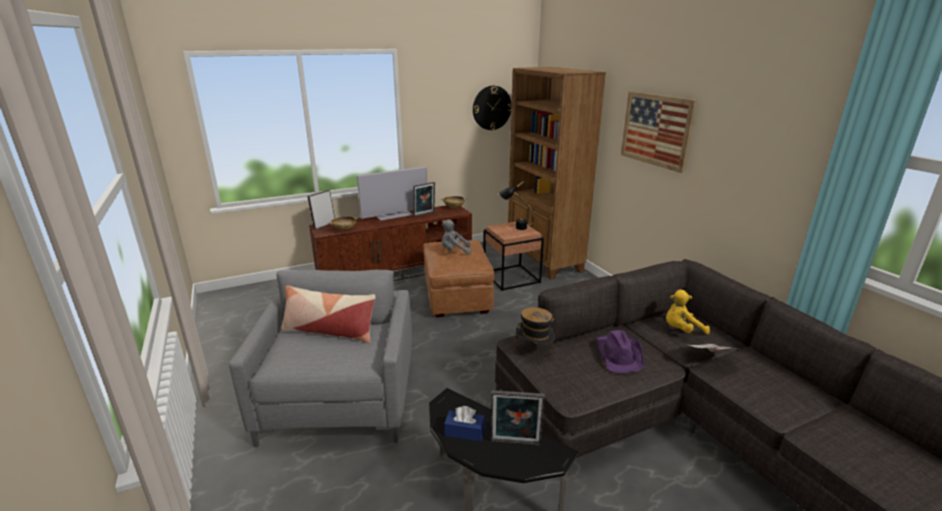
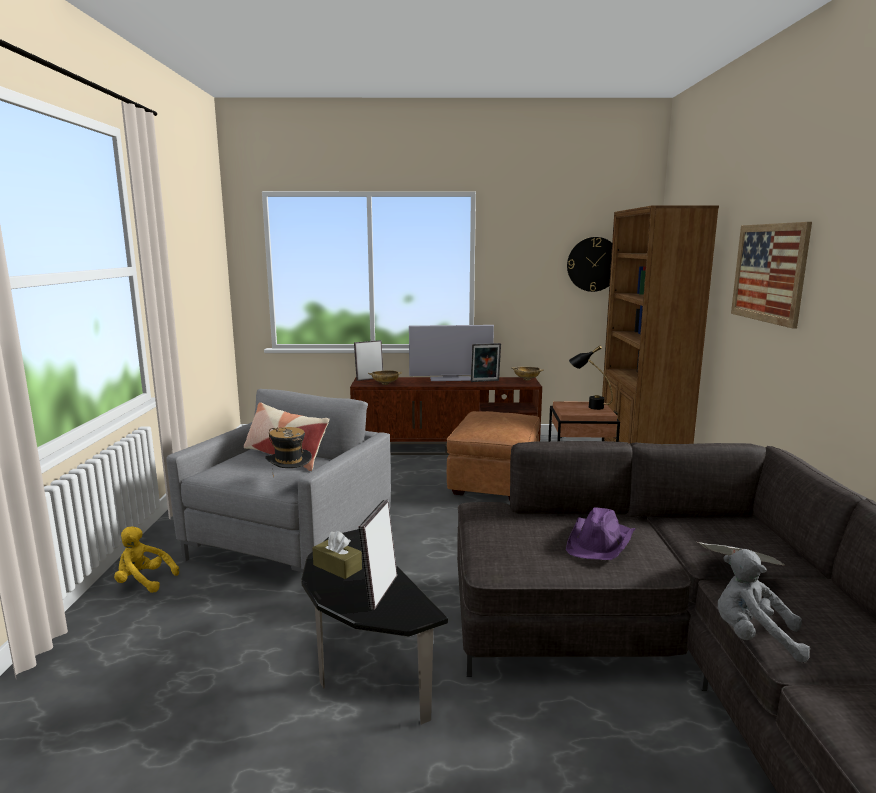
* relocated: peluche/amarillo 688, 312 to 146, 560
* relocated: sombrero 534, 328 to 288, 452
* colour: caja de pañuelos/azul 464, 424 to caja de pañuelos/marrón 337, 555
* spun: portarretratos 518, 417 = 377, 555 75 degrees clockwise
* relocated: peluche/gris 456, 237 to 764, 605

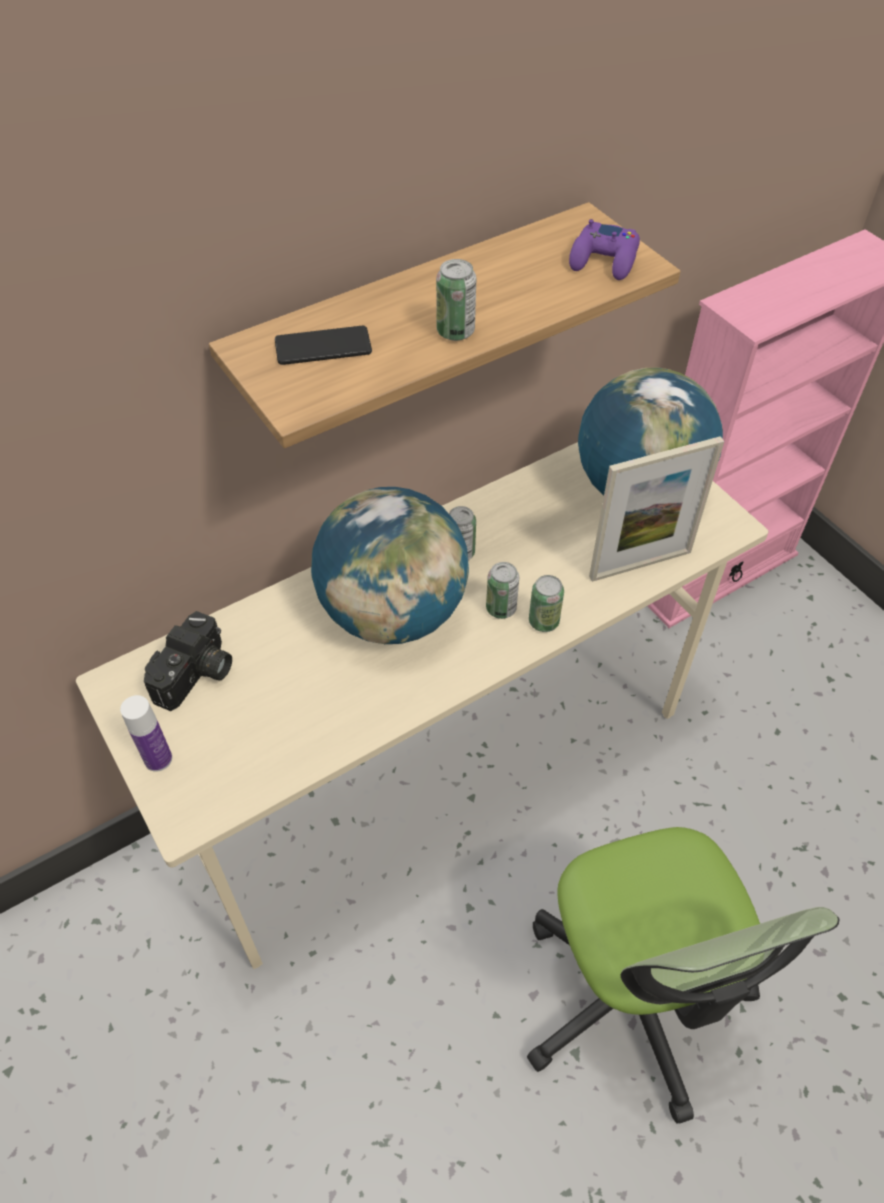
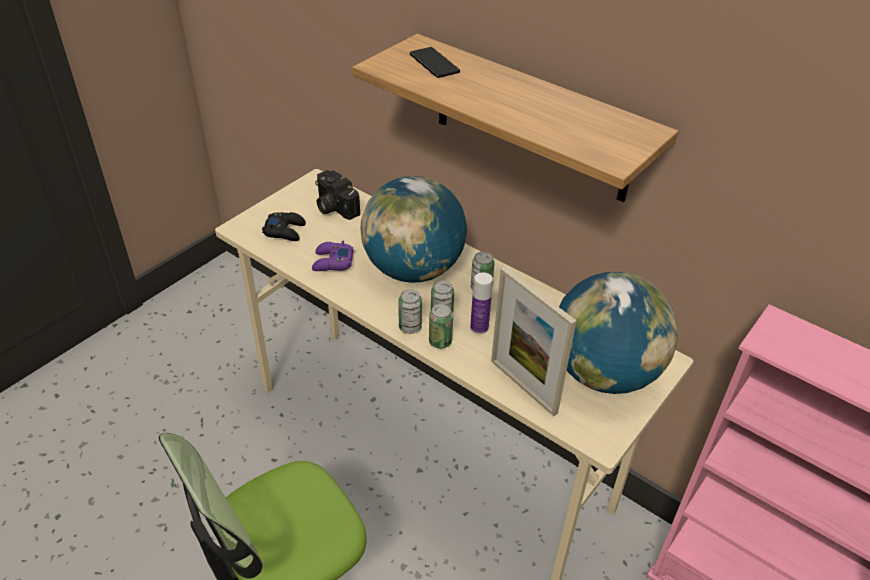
* appeared: mando de consola/negro 284, 226
* relocated: mando de consola/morado 604, 249 to 333, 256
* spun: cámara 188, 661 = 337, 195 45 degrees clockwise
* relocated: lata 456, 300 to 410, 311
* relocated: botella 146, 733 to 481, 303

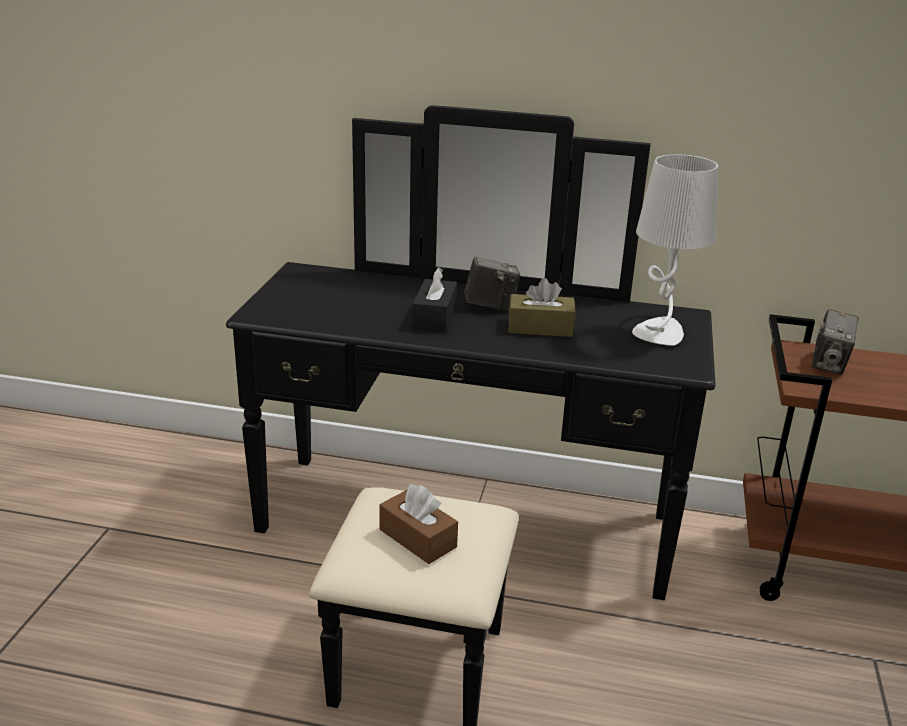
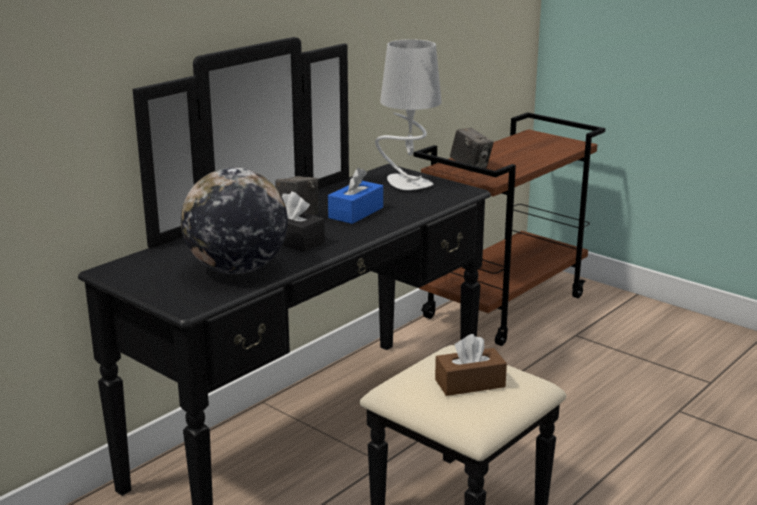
* appeared: globo terráqueo 234, 221
* colour: caja de pañuelos/marrón 542, 307 to caja de pañuelos/azul 355, 196

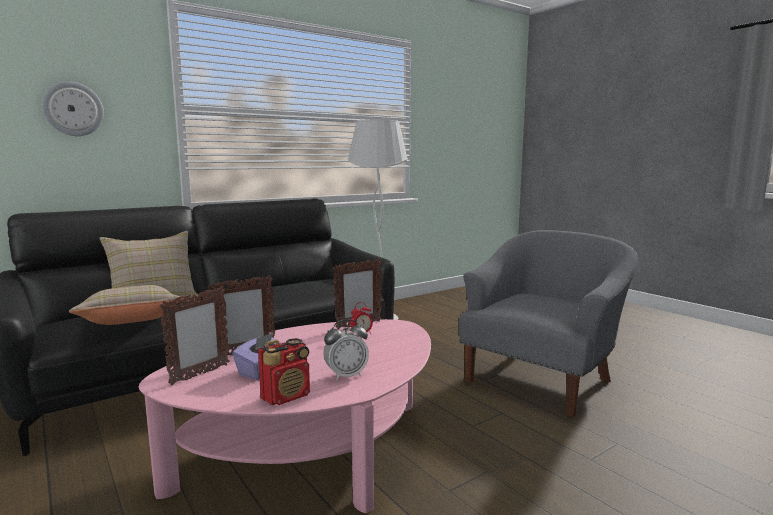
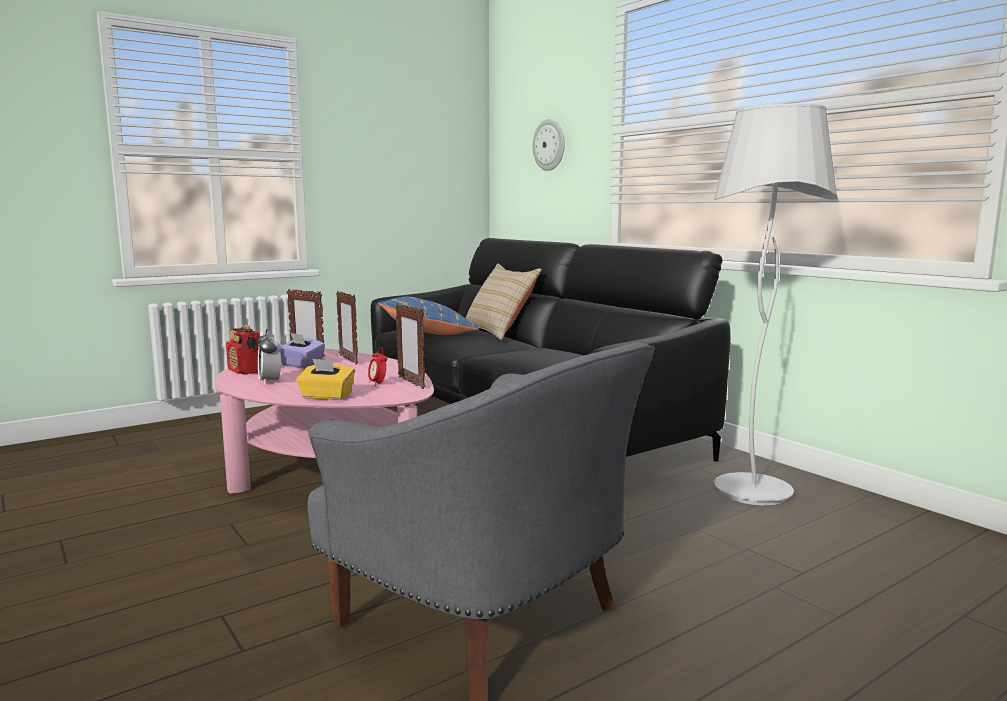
* appeared: caja de pañuelos/amarillo 325, 379
* colour: cojín/beis 126, 305 to cojín/azul 428, 316

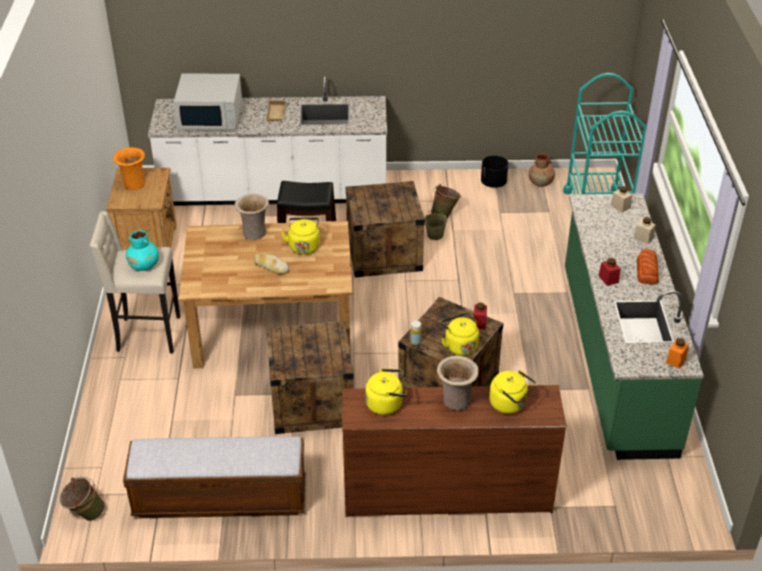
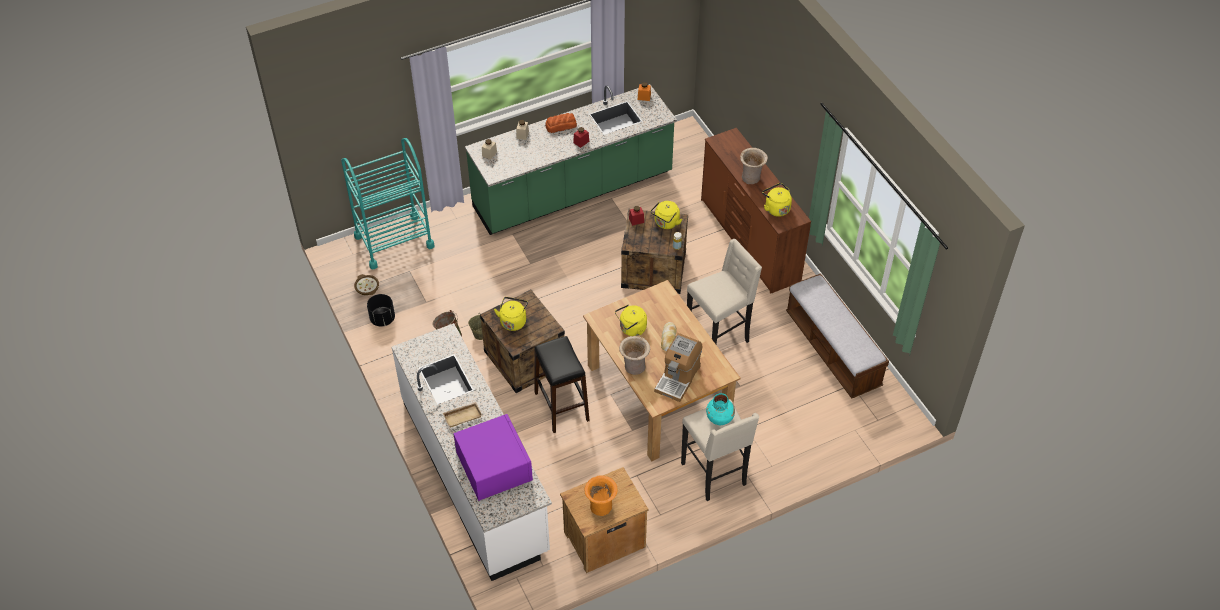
* exchanged: florero/marrón 542, 170 to cuenco 366, 284
* colour: microondas/blanco 207, 101 to microondas/morado 493, 457
* relocated: hervidor/amarillo 512, 392 to 511, 314
* appeared: cafetera 678, 367
* exchanged: caja de embalaje 310, 377 to taburete/beis 724, 291
* missing: cubo/verde 82, 499

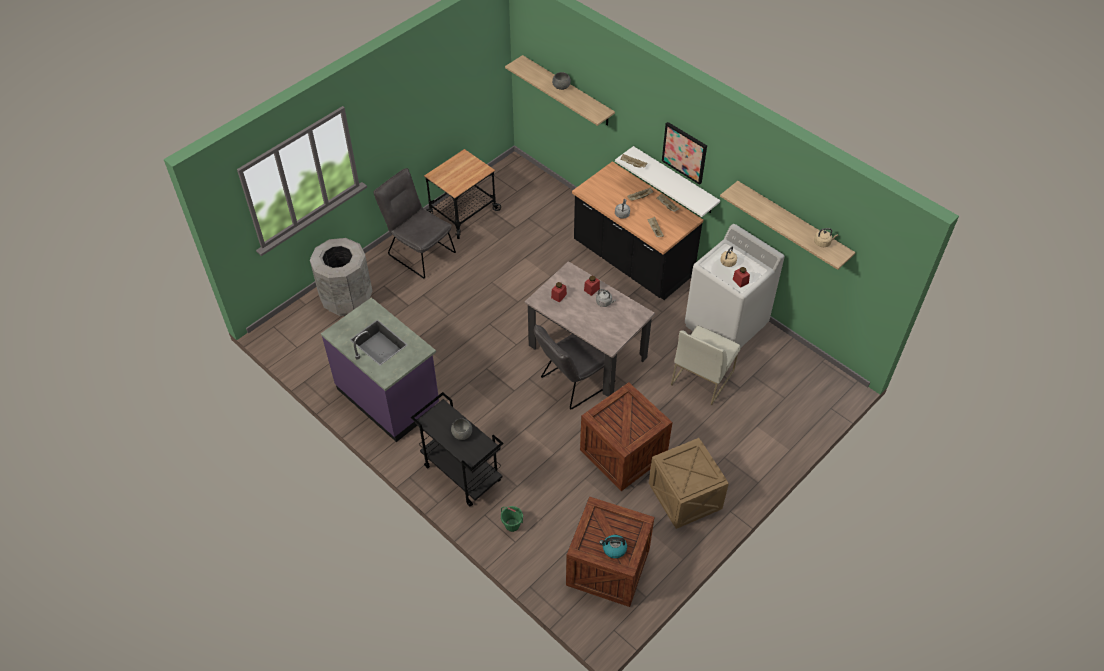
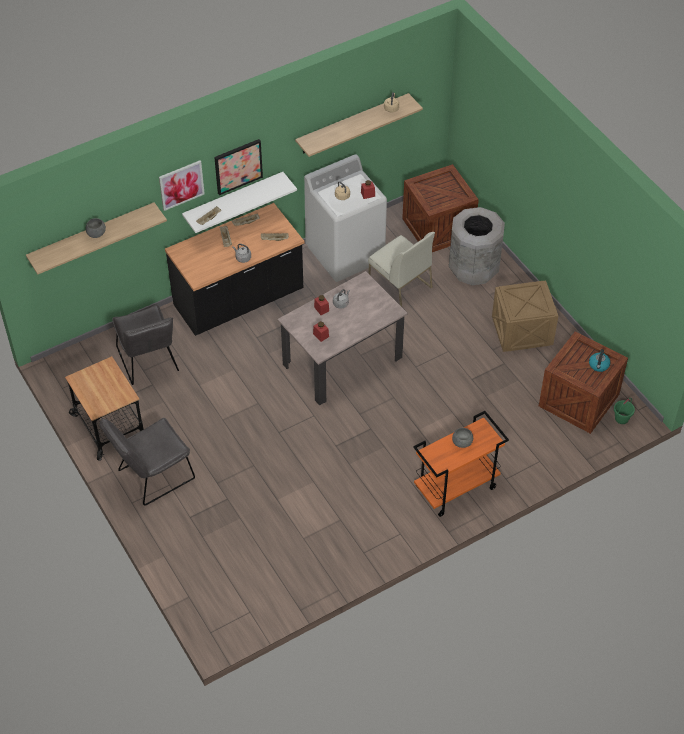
* relocated: silla/gris 569, 366 to 145, 345
* appeared: cuadro 182, 185
* relocated: caja de embalaje 626, 436 to 440, 208
* colour: carrito/negro 457, 449 to carrito/naranja 461, 464
* relocated: papelera/gris 341, 277 to 477, 246
* relocated: cubo/verde 512, 519 to 624, 411
* missing: mueble bajo de cocina/morado 380, 369

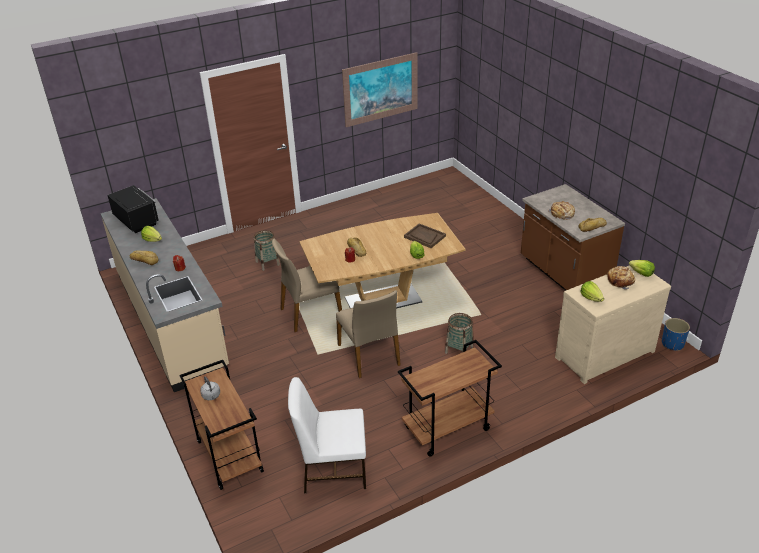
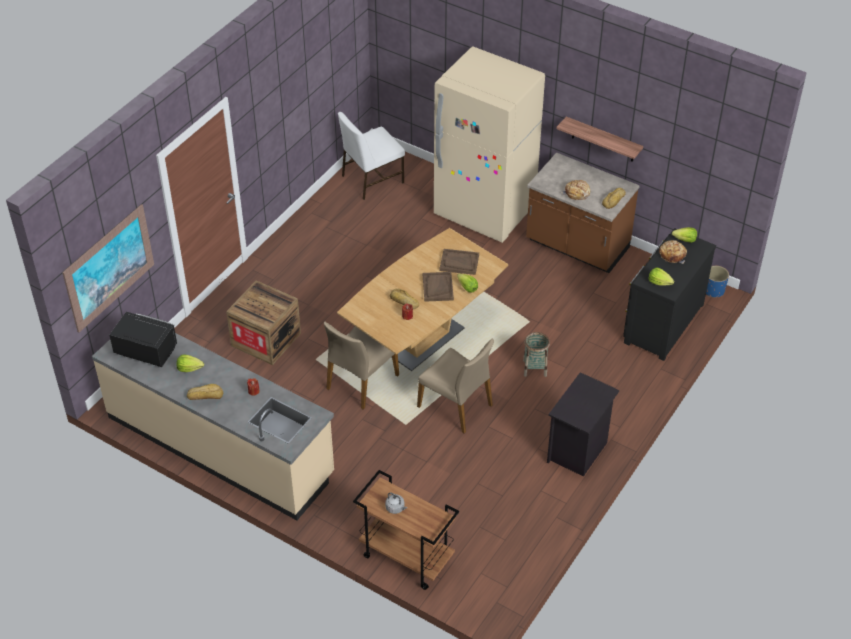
* relocated: cuadro 379, 89 to 108, 268
* exchanged: cesta 267, 250 to caja de embalaje 263, 322
* relocated: silla/blanco 327, 435 to 371, 156
* appeared: bandeja/marrón 438, 287
* appeared: nevera/beis 489, 145
* exchanged: carrito/marrón 450, 398 to mesita de noche/negro 583, 424
* appeared: estante 599, 139
* colour: cómoda/beis 613, 324 to cómoda/negro 669, 294

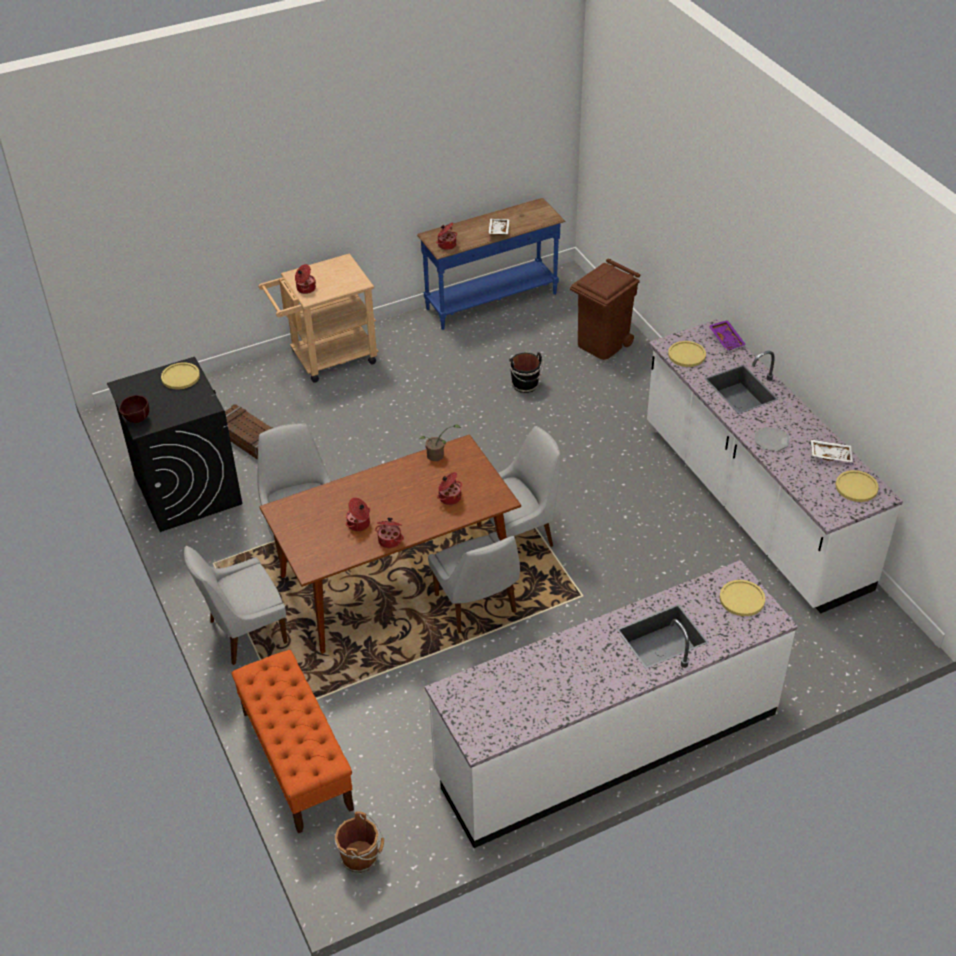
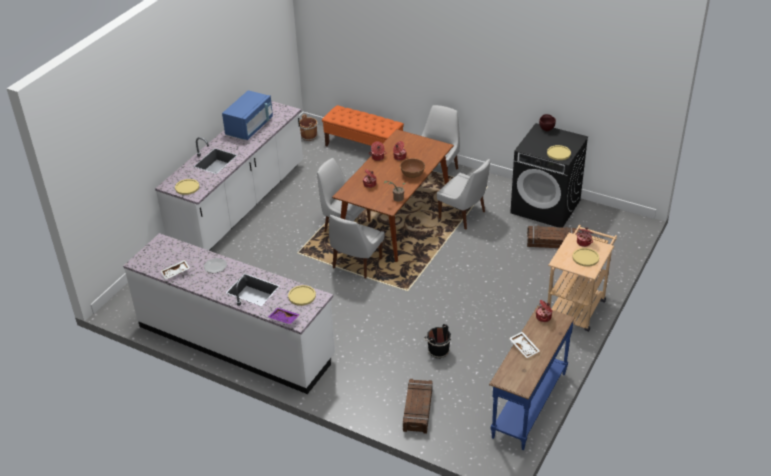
* appeared: microondas/azul 247, 115
* appeared: cuenco/marrón 412, 168
* exchanged: papelera/marrón 605, 309 to caja de embalaje 418, 406
* relocated: plato/amarillo 857, 486 to 586, 257

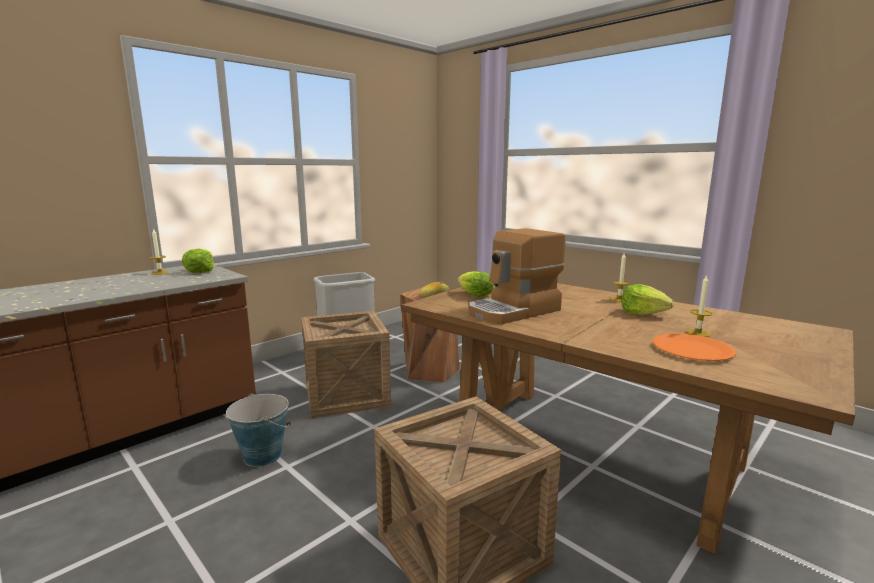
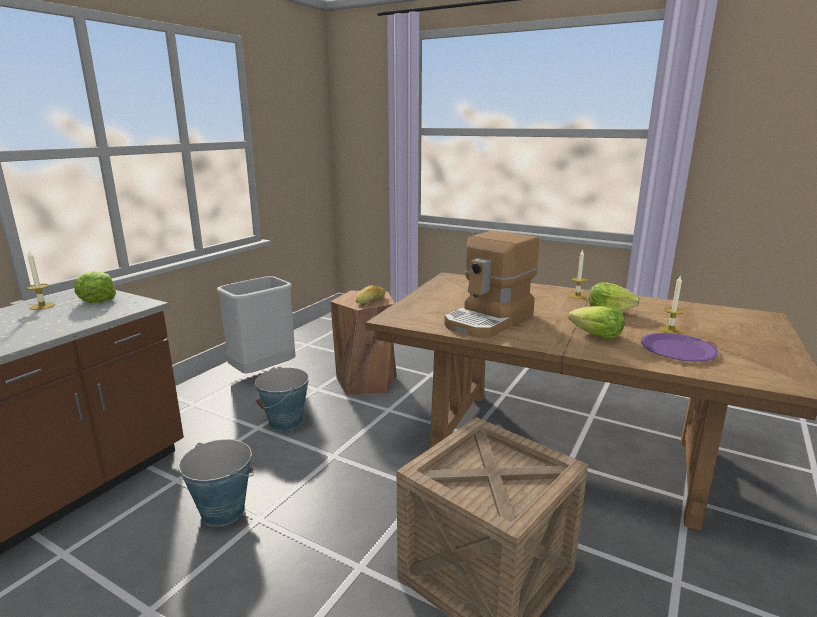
* exchanged: caja de embalaje 346, 365 to cubo 282, 399
* relocated: lechuga 476, 284 to 597, 322
* colour: plato/naranja 694, 347 to plato/morado 679, 347

